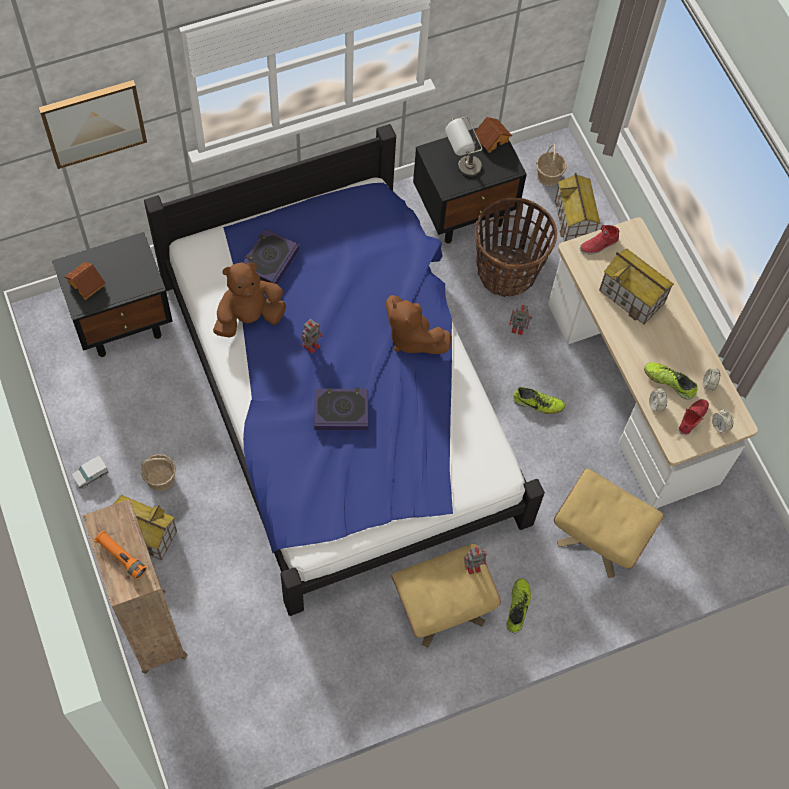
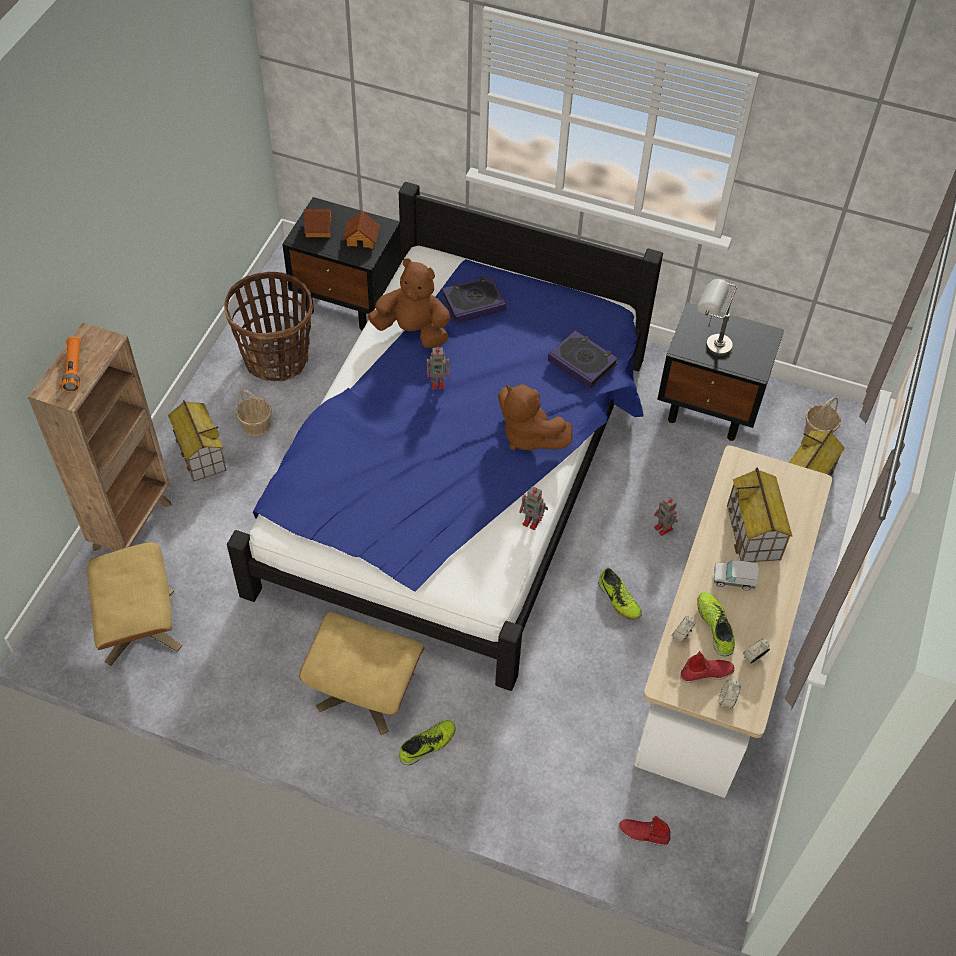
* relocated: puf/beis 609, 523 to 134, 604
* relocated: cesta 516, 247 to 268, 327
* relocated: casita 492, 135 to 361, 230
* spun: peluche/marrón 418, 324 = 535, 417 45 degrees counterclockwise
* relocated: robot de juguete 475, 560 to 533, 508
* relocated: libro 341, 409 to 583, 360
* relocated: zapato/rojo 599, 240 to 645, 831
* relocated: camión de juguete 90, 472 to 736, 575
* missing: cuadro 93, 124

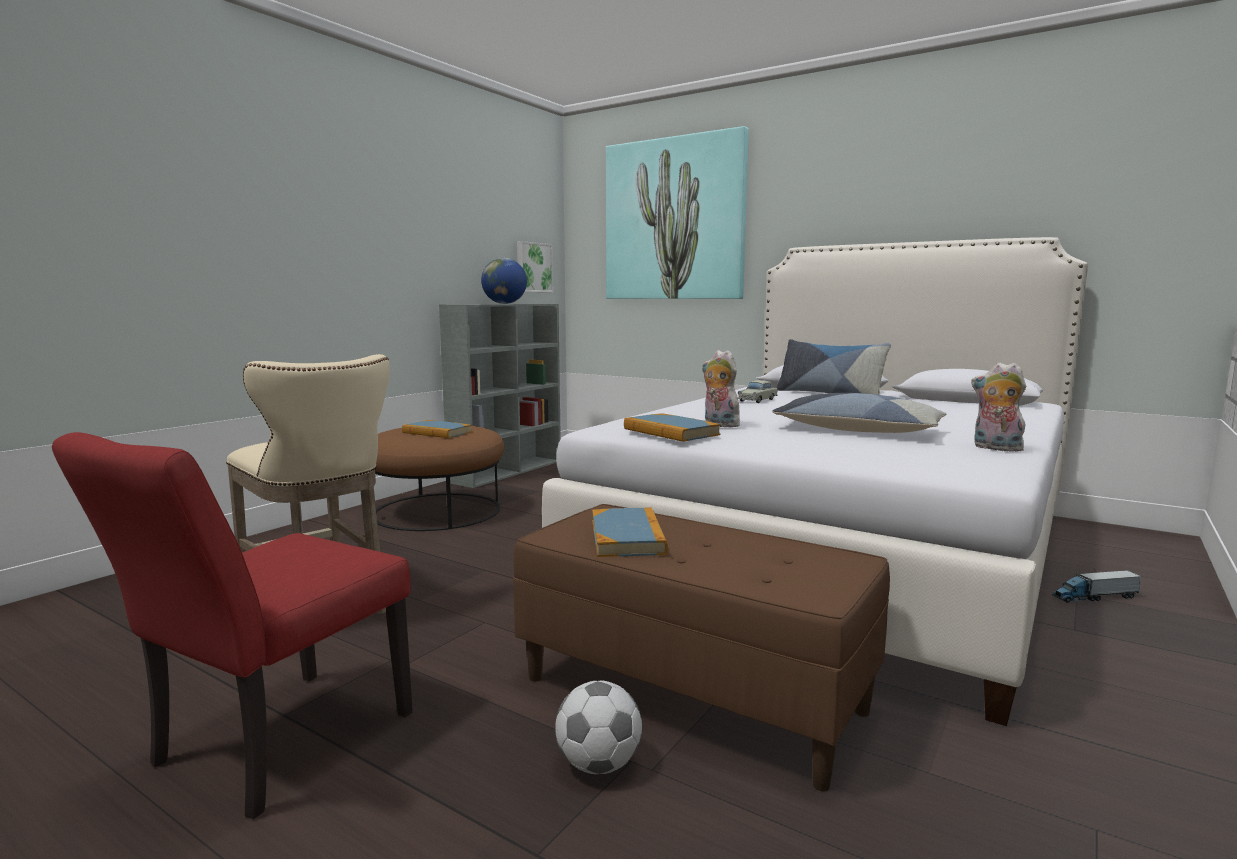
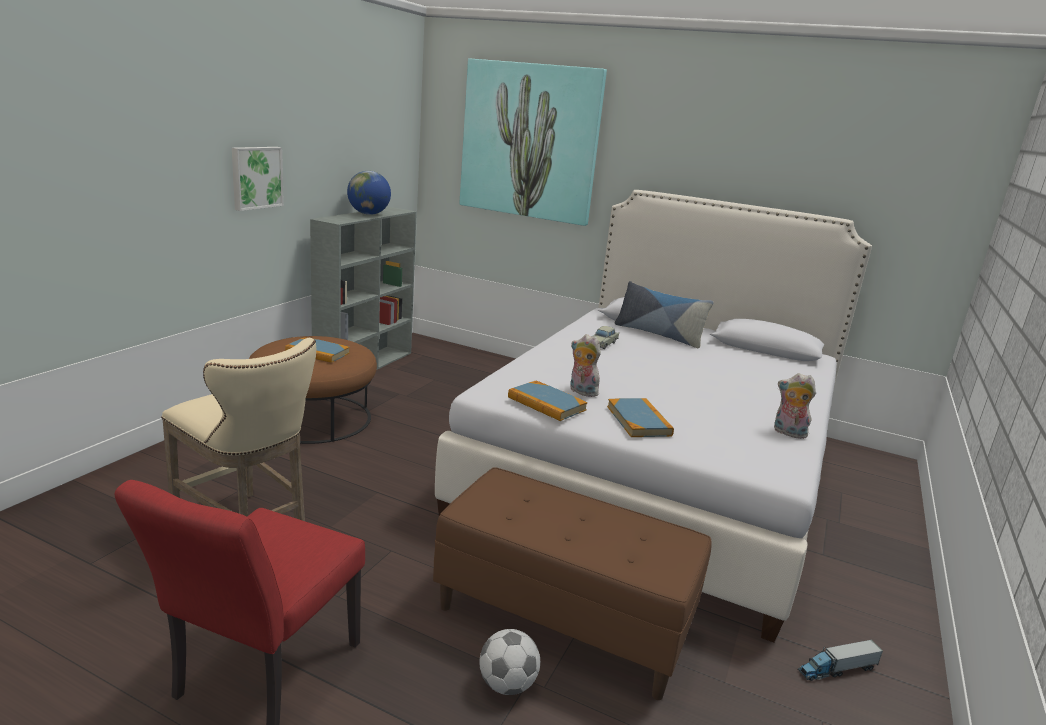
* relocated: cuadro 535, 266 to 258, 179
* relocated: libro 630, 532 to 640, 417
* relocated: camión de juguete 1097, 586 to 840, 660
* missing: cojín 860, 413

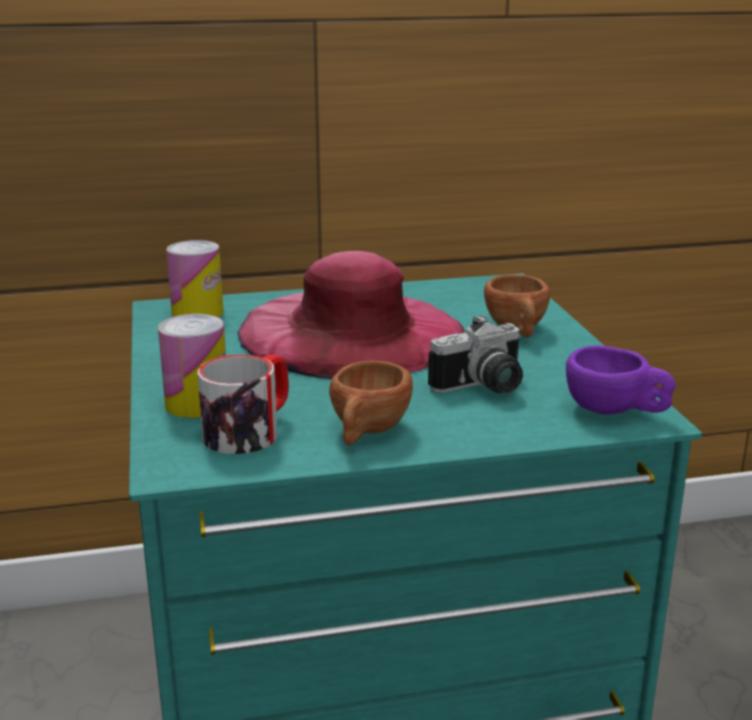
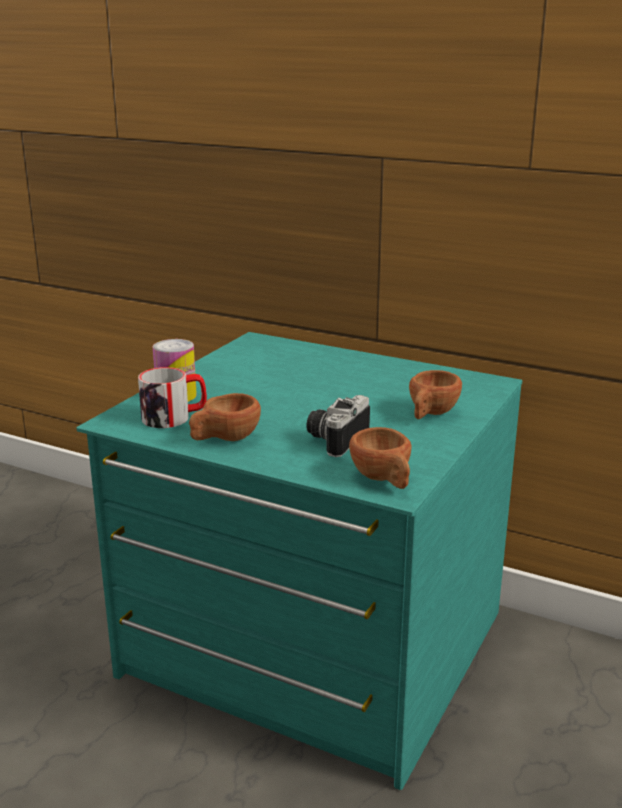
* spun: cámara 475, 354 = 338, 426 105 degrees clockwise
* colour: taza/morado 620, 380 to taza/marrón 380, 458
* missing: lata 195, 278
* missing: sombrero/rosa 350, 315

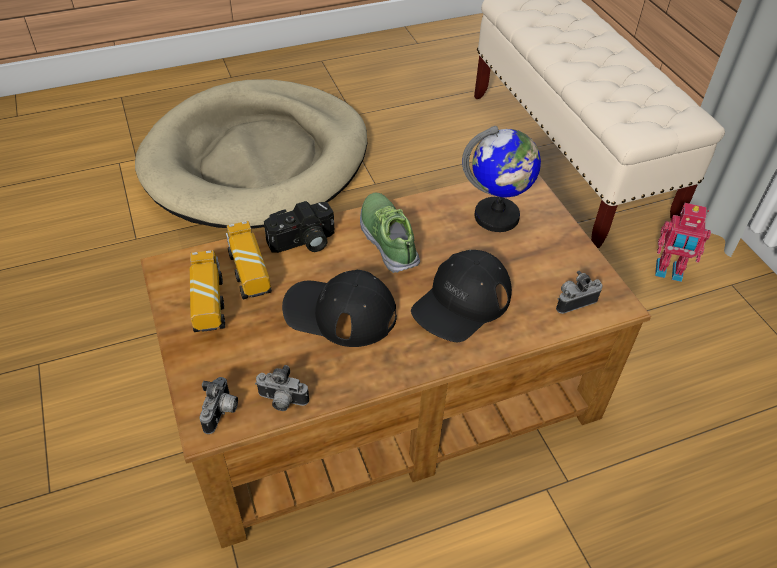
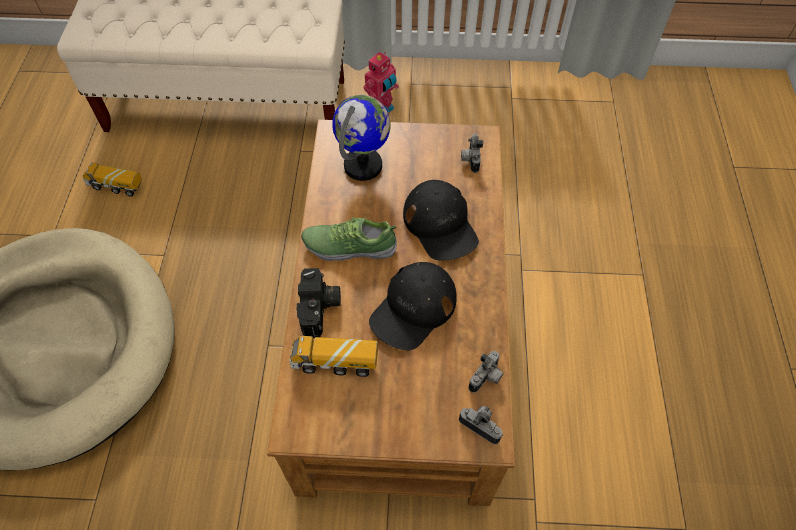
* relocated: camión de juguete 207, 291 to 112, 179

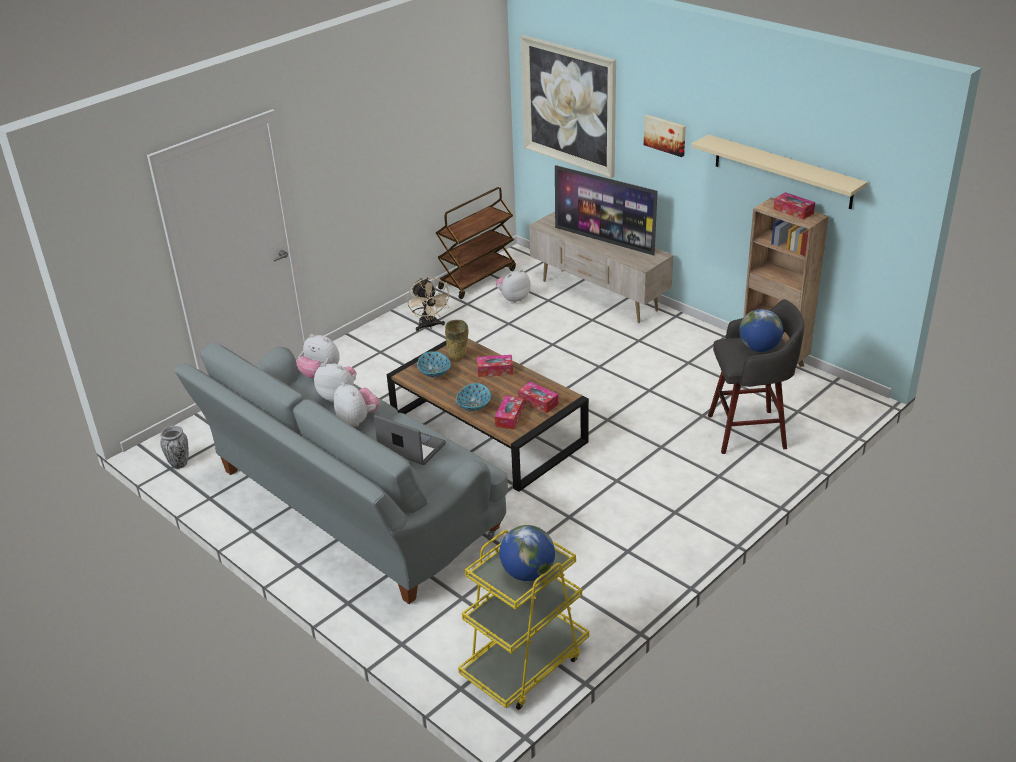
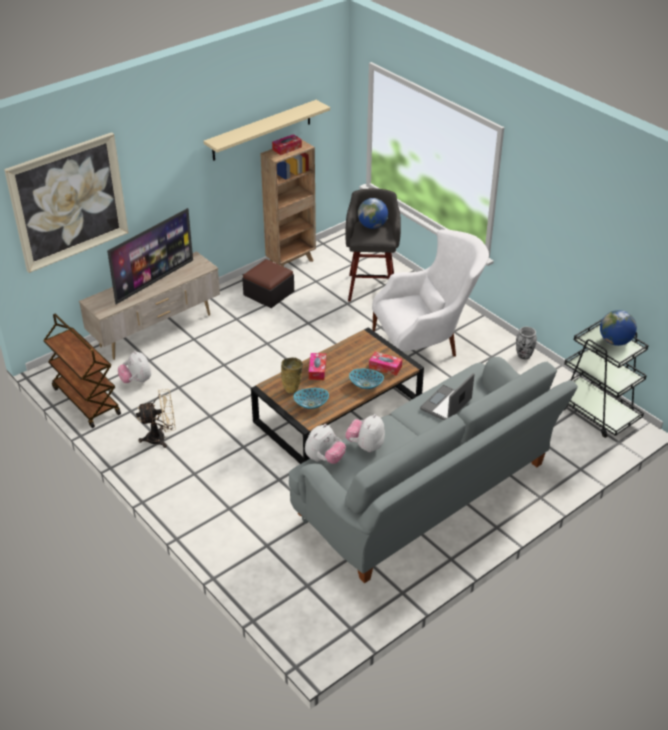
* appeared: puf 268, 283
* appeared: sillón/blanco 430, 293
* relocated: florero 174, 447 to 526, 343
* colour: carrito/amarillo 523, 617 to carrito/negro 606, 378
* missing: peluche 357, 404
* missing: caja de pañuelos 538, 397
* missing: cuadro 665, 136

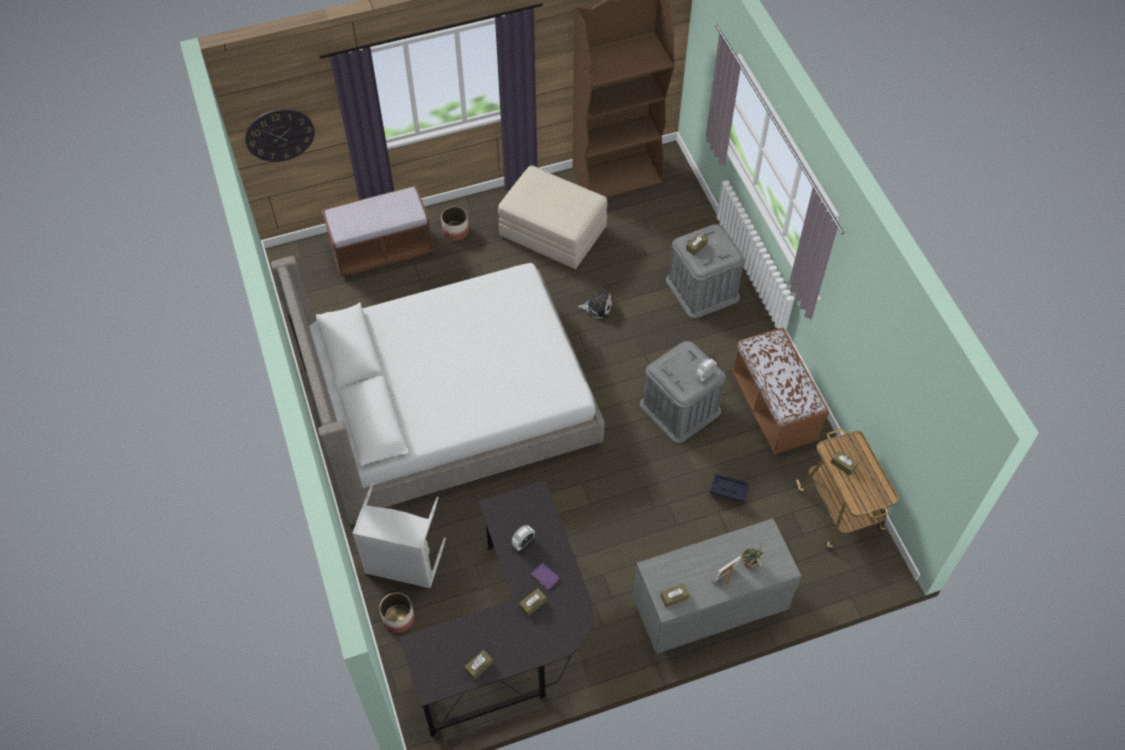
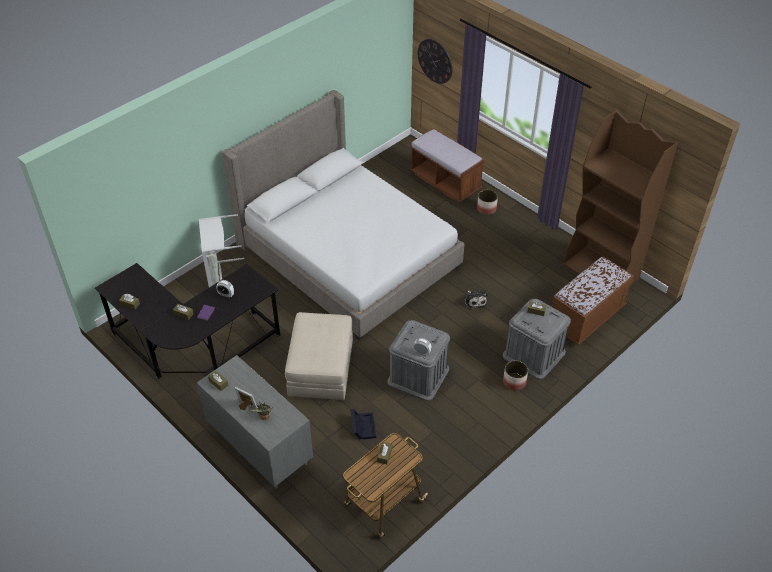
* relocated: puf/beis 552, 217 to 319, 356
* relocated: maceta 396, 612 to 515, 375
* relocated: banco/marrón 780, 390 to 593, 301

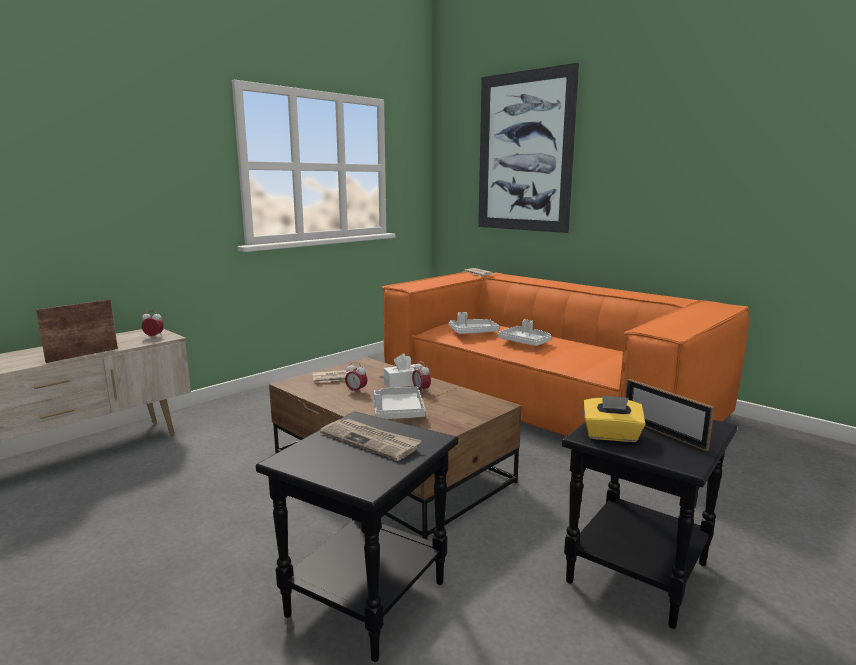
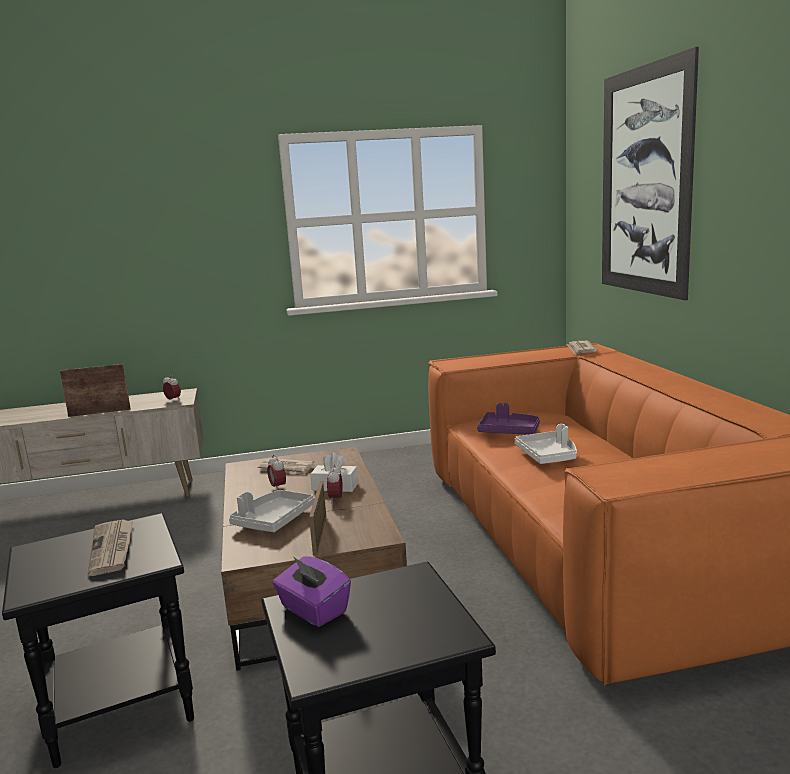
* colour: caja de pañuelos/amarillo 614, 418 to caja de pañuelos/morado 311, 591
* relocated: portarretratos 670, 415 to 317, 518
* colour: bandeja/blanco 474, 323 to bandeja/morado 508, 419

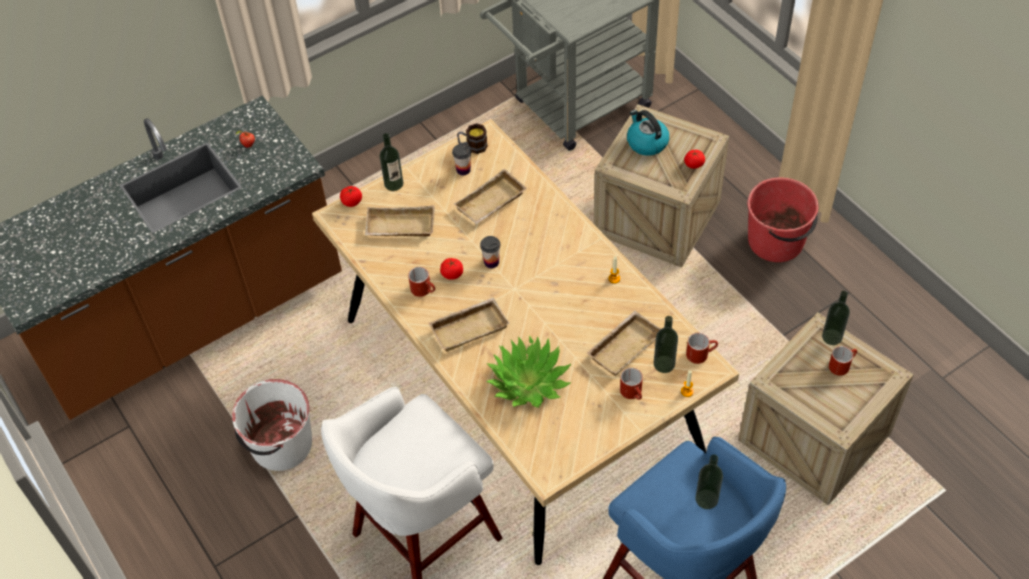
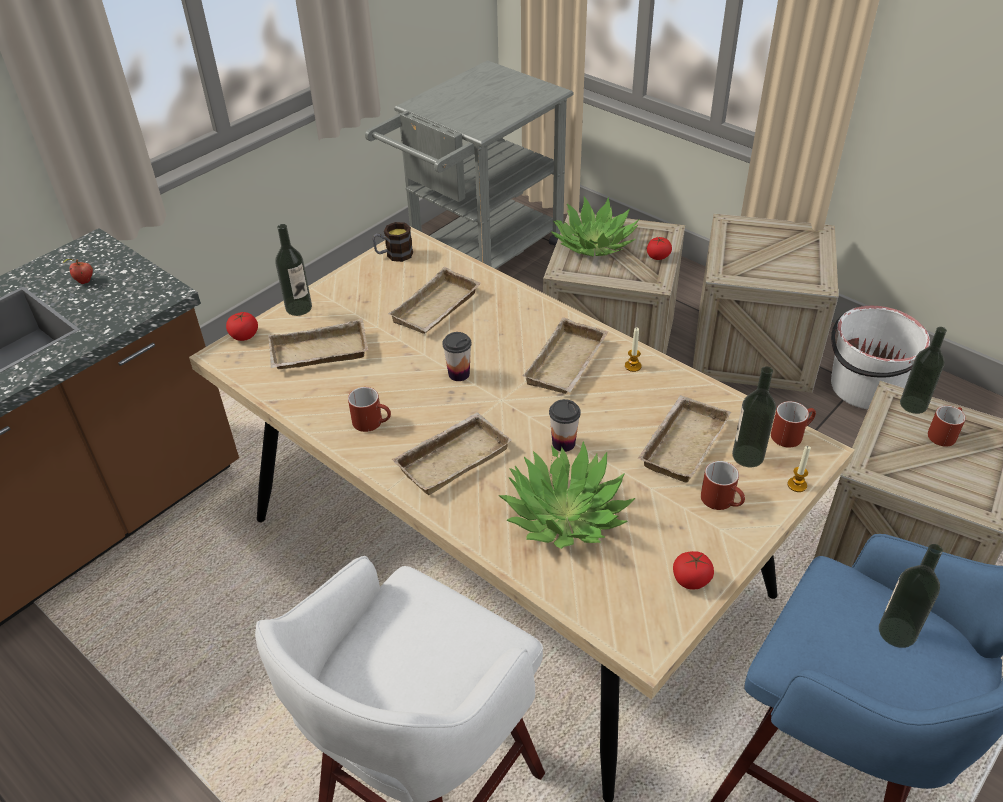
* appeared: bandeja/beis 565, 355
* relocated: taza 461, 159 to 565, 425
* exchanged: hervidor 648, 133 to planta en maceta 595, 226
* relocated: tomate 451, 269 to 693, 570
* exchanged: cubo/rojo 783, 220 to caja de embalaje 766, 303
* relocated: cubo/blanco 272, 425 to 880, 357

